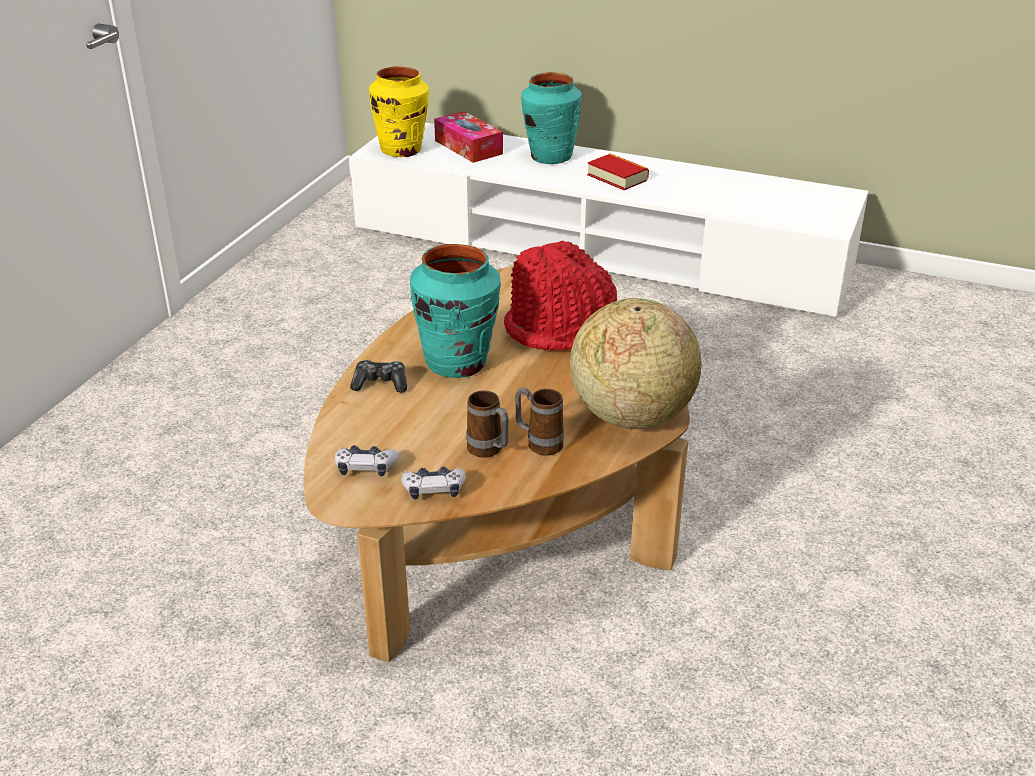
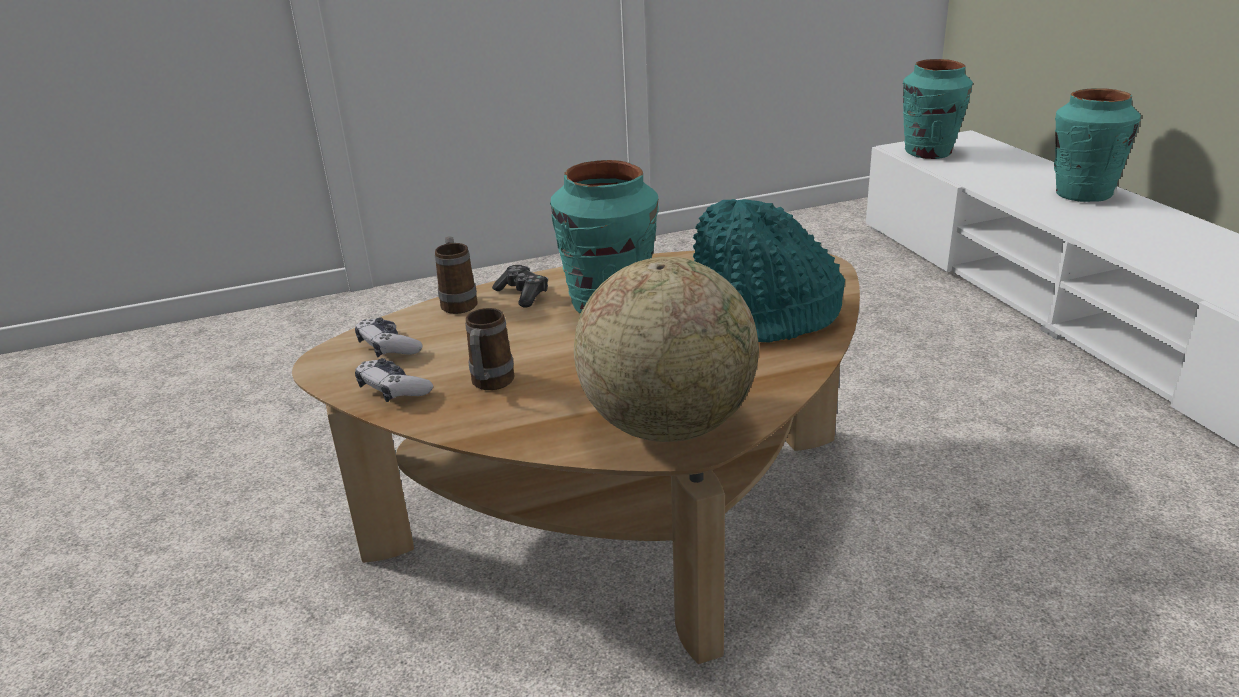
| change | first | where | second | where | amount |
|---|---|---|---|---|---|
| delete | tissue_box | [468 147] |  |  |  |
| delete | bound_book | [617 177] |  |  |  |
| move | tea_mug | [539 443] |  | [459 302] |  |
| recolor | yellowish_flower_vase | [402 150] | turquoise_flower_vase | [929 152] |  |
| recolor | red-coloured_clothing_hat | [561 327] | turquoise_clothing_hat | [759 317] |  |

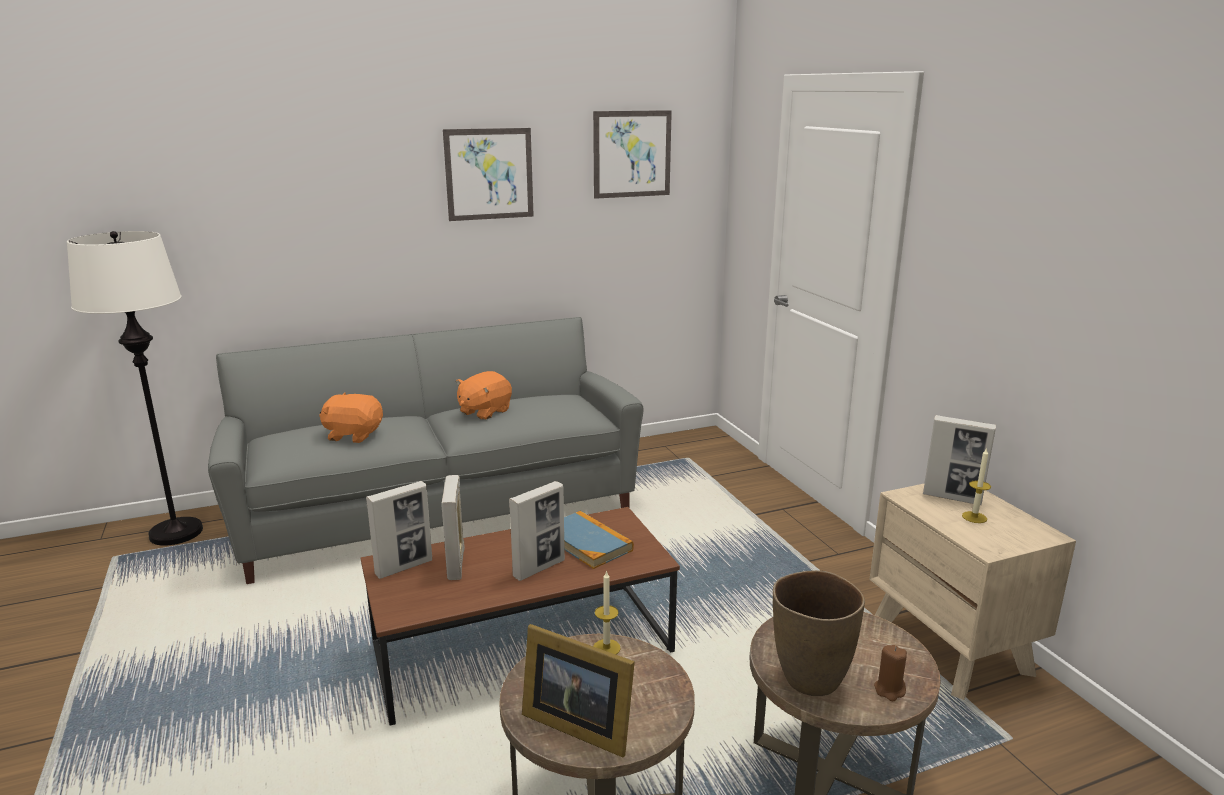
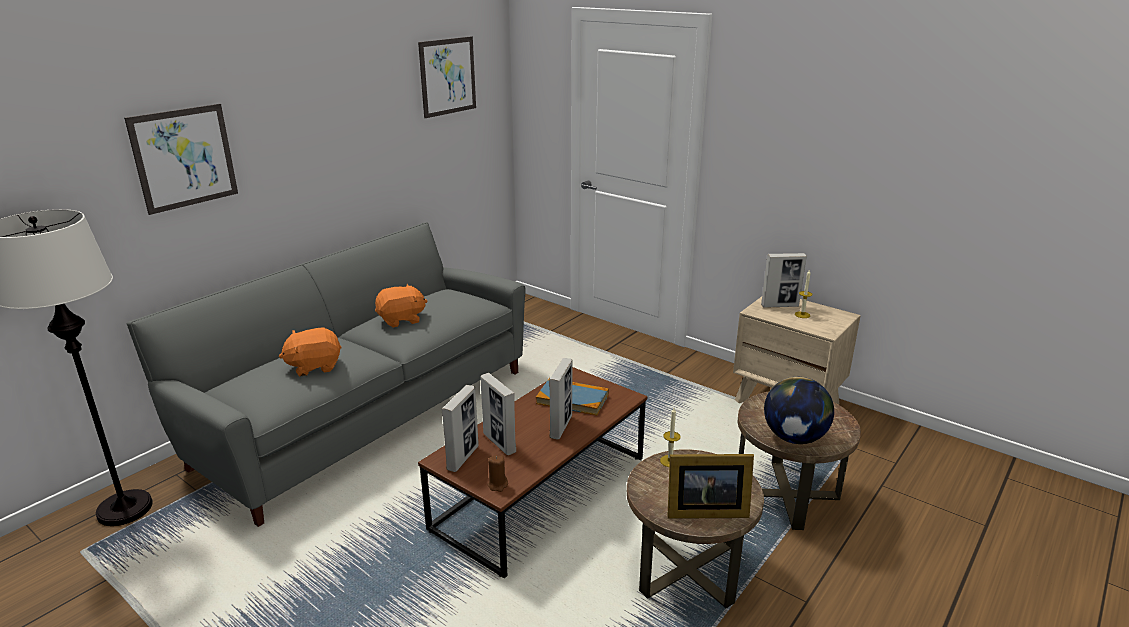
| change | first | where | second | where | amount |
|---|---|---|---|---|---|
| move | wall_picture | [489 174] |  | [184 158] |  |
| move | brown-coloured_candle | [889 690] |  | [498 485] |  |
| replace | brown-coloured_flower_vase | [809 679] | desk_globe | [794 438] |  |
| rotate | orangey_cuddly_toy | [484 412] |  | [401 320] | 120 degrees counterclockwise |

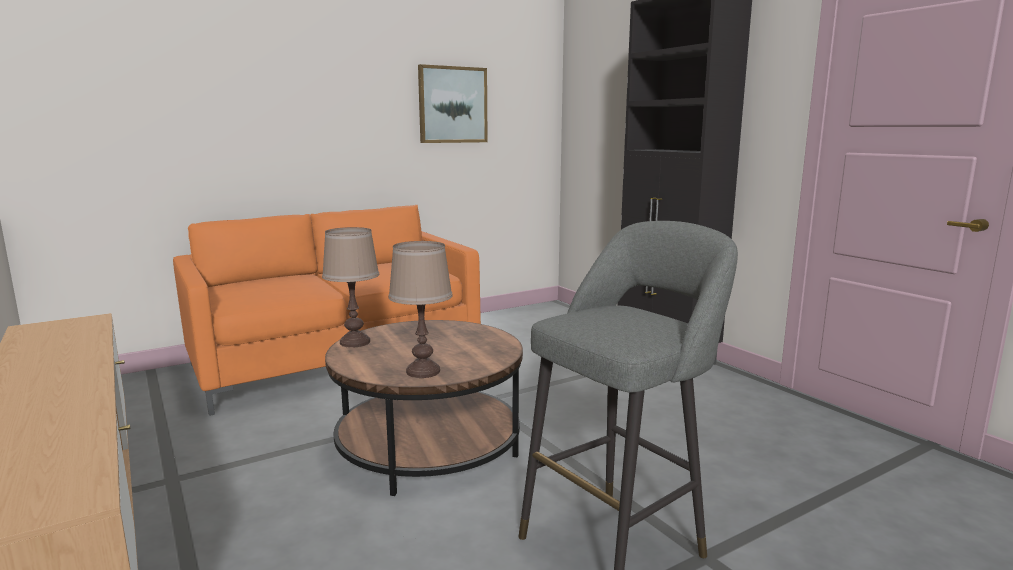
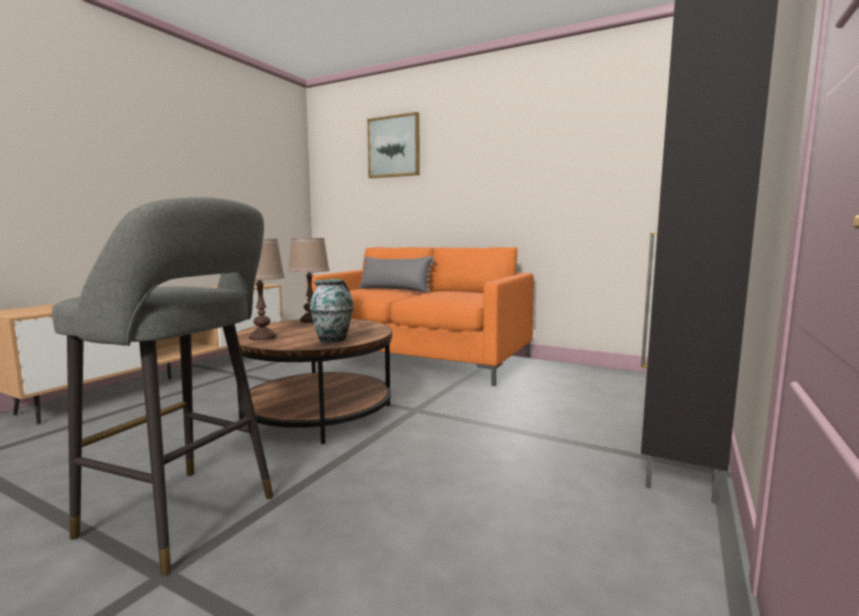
| change | first | where | second | where | amount |
|---|---|---|---|---|---|
| insert |  |  | flower_vase | [333 340] |  |
| insert |  |  | grey_throw_pillow | [395 290] |  |
| move | wall_picture | [452 105] |  | [394 147] |  |

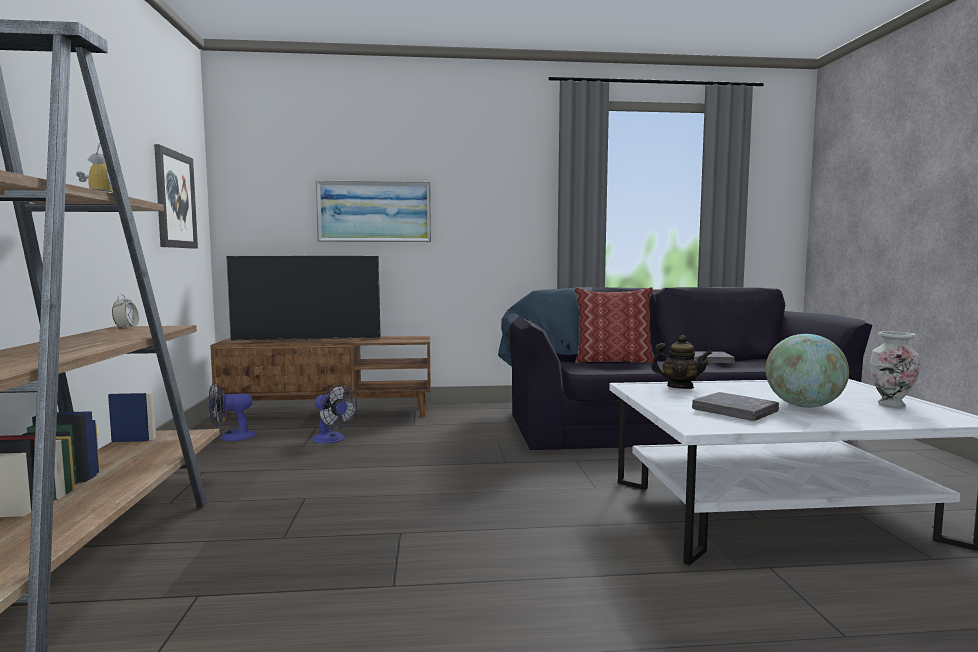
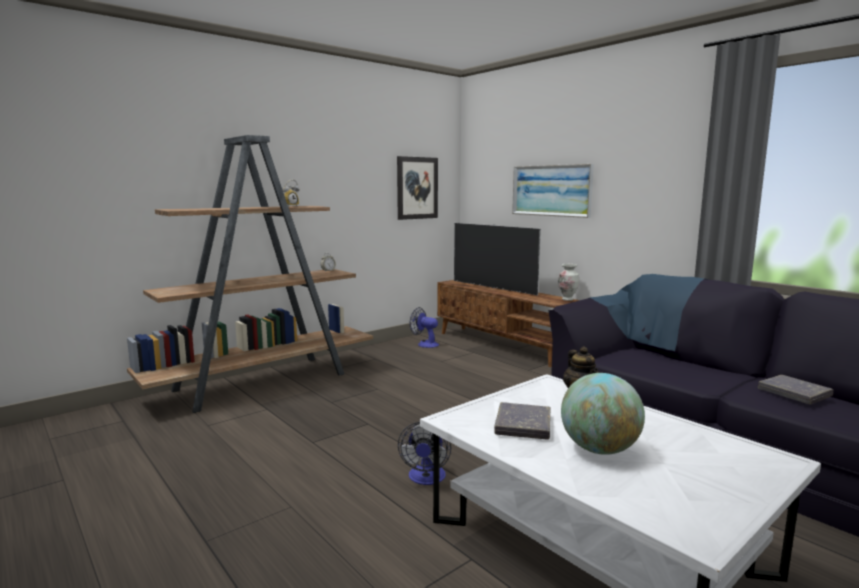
| change | first | where | second | where | amount |
|---|---|---|---|---|---|
| delete | throw_pillow | [613 361] |  |  |  |
| move | fan | [332 440] |  | [426 478] |  |
| move | flower_vase | [891 404] |  | [567 299] |  |

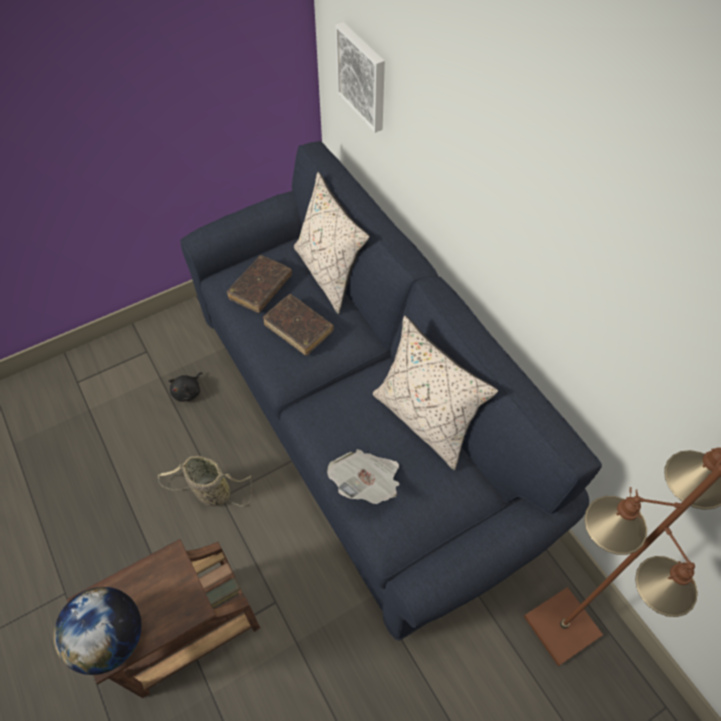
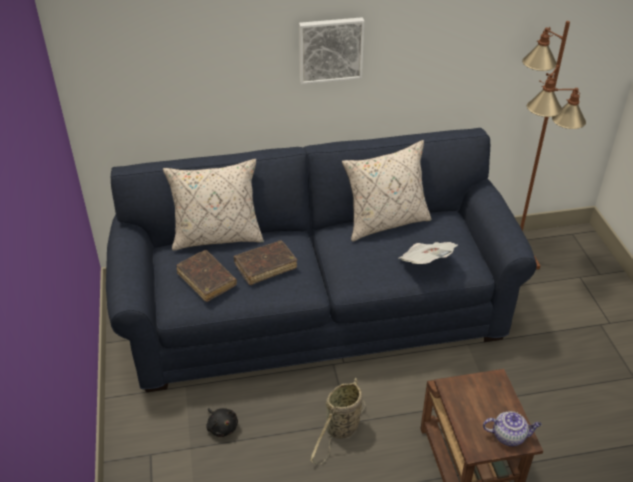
| change | first | where | second | where | amount |
|---|---|---|---|---|---|
| move | wall_picture | [363 76] |  | [330 49] |  |
| replace | desk_globe | [110 639] | pot_for_tea | [509 436] |  |

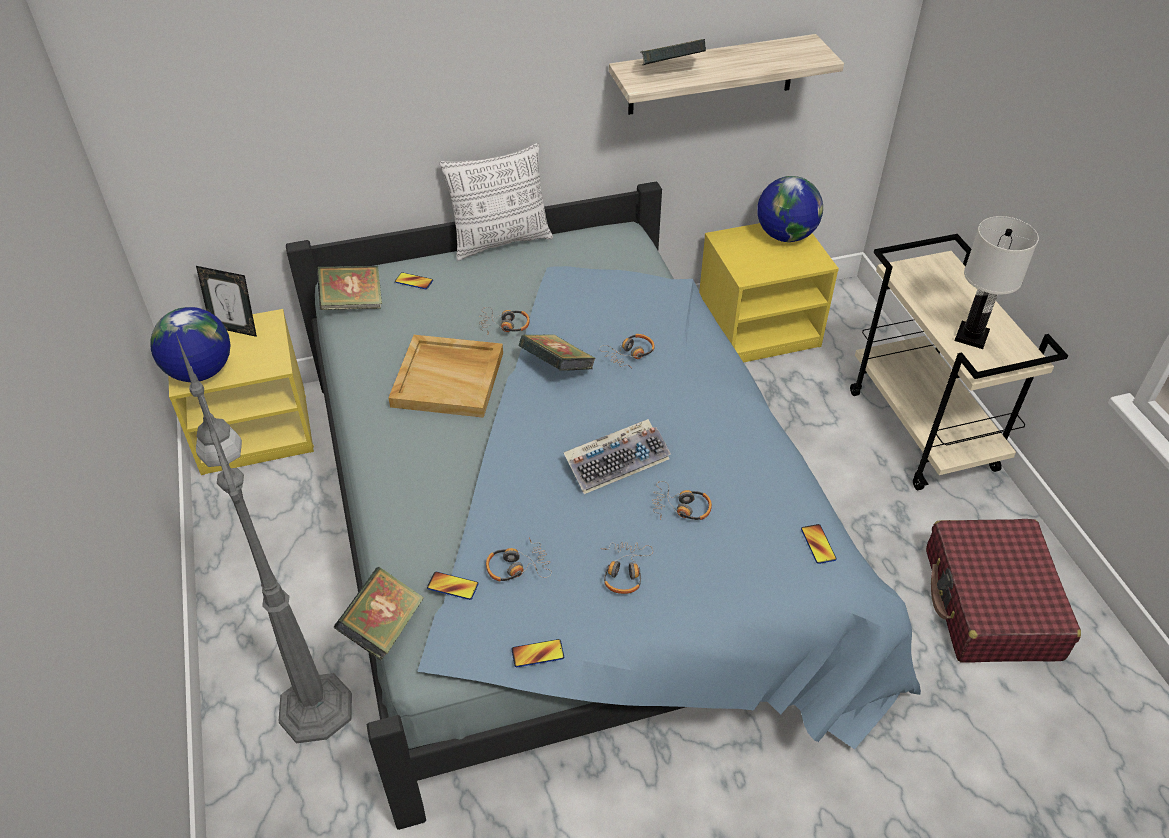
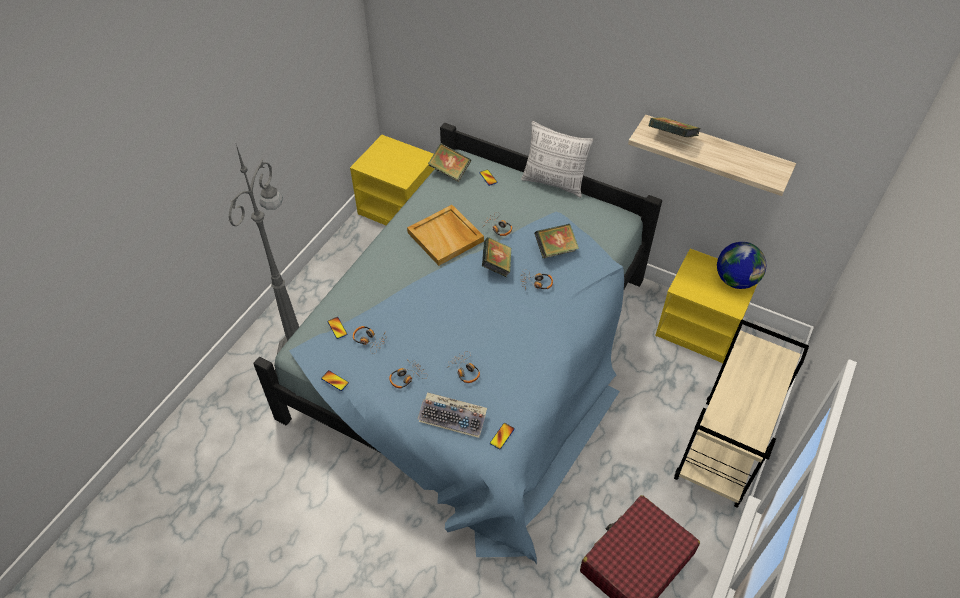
| change | first | where | second | where | amount |
|---|---|---|---|---|---|
| delete | desk_globe | [200 372] |  |  |  |
| delete | standing_frame | [235 329] |  |  |  |
| delete | white-coloured_tabletop_lamp | [971 336] |  |  |  |
| move | bound_book | [384 627] |  | [555 250] |  |
| move | computer_keyboard | [617 461] |  | [454 418] |  |

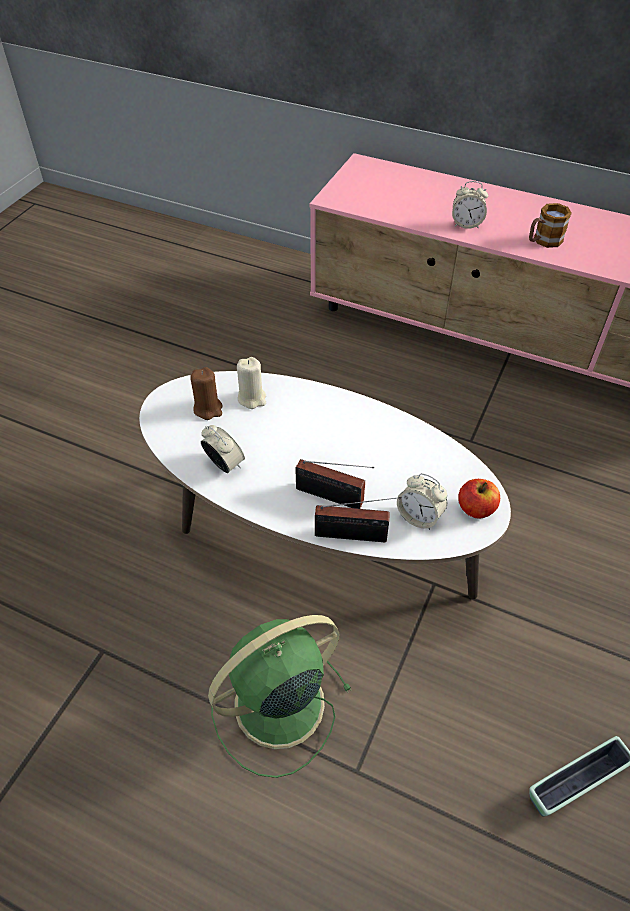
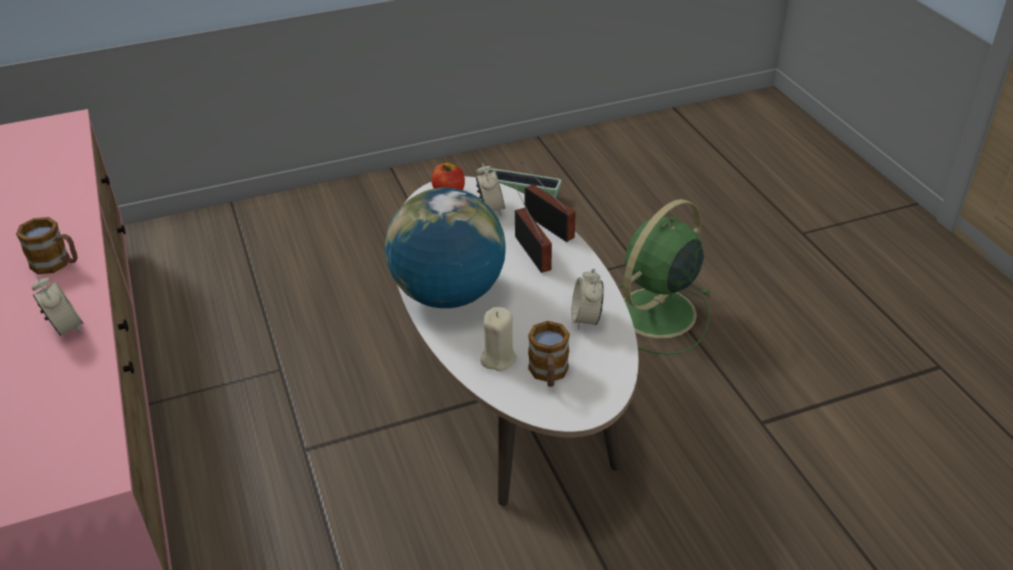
| change | first | where | second | where | amount |
|---|---|---|---|---|---|
| insert |  |  | desk_globe | [448 294] |  |
| replace | brown-coloured_candle | [208 409] | tea_mug | [549 374] |  |
| rotate | green_fan | [275 705] |  | [655 314] | 120 degrees clockwise |

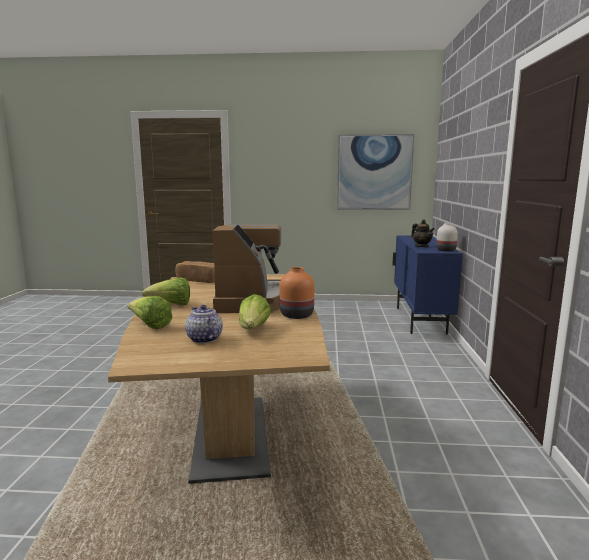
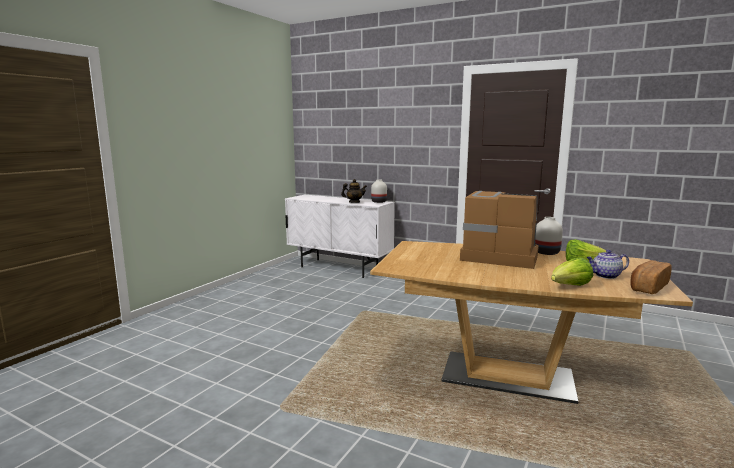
| change | first | where | second | where | amount |
|---|---|---|---|---|---|
| delete | lettuce_head | [171 305] |  |  |  |
| delete | wall_picture | [374 172] |  |  |  |
| move | baked_bread | [199 280] |  | [648 287] |  |
| recolor | orangey_flower_vase | [296 315] | white-coloured_flower_vase | [547 253] |  |
| recolor | blue-coloured_storage_cabinet | [420 320] | white-coloured_storage_cabinet | [339 268] |  |

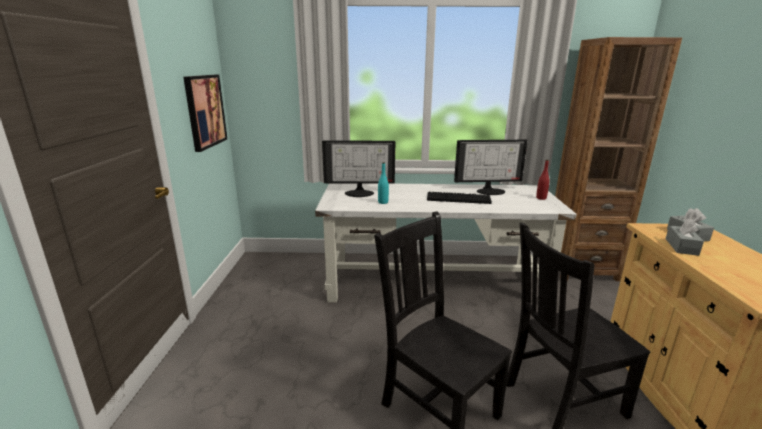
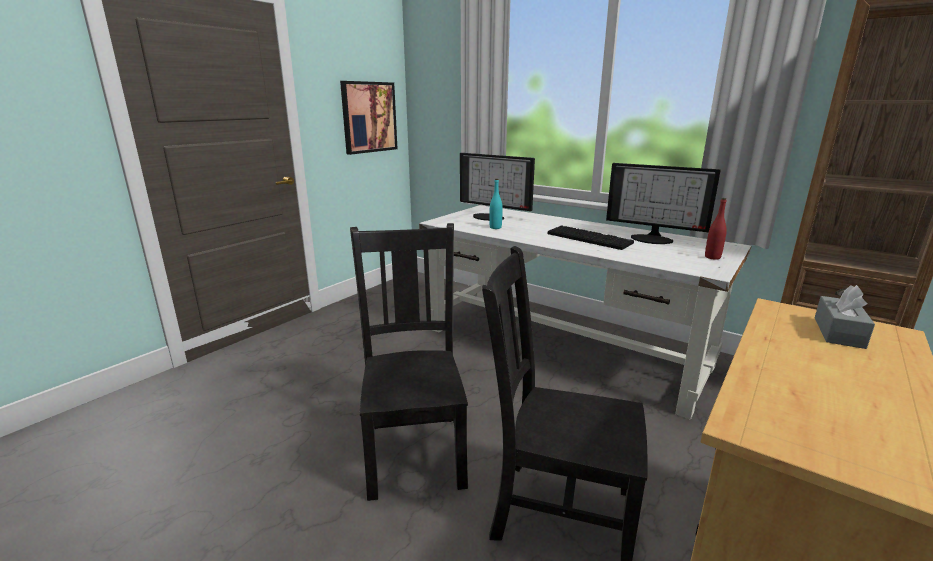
| change | first | where | second | where | amount |
|---|---|---|---|---|---|
| delete | grey_tissue_box | [681 247] |  |  |  |

